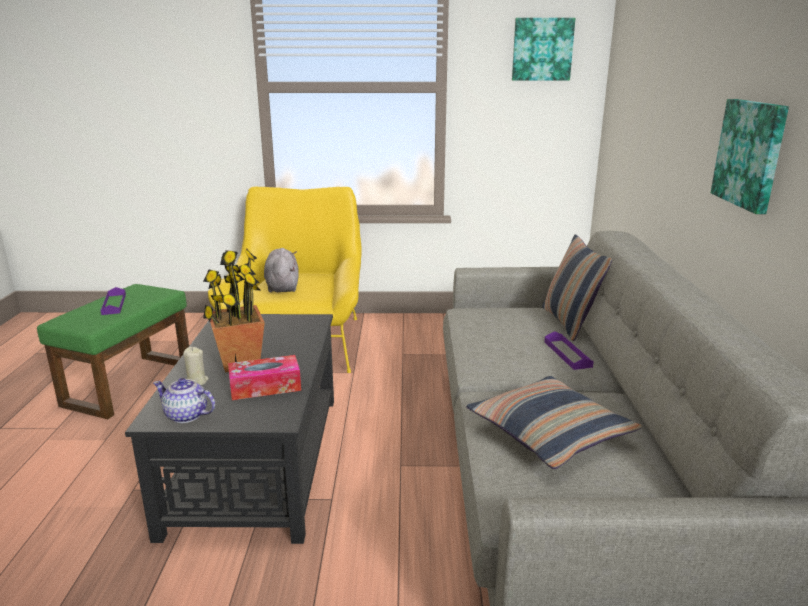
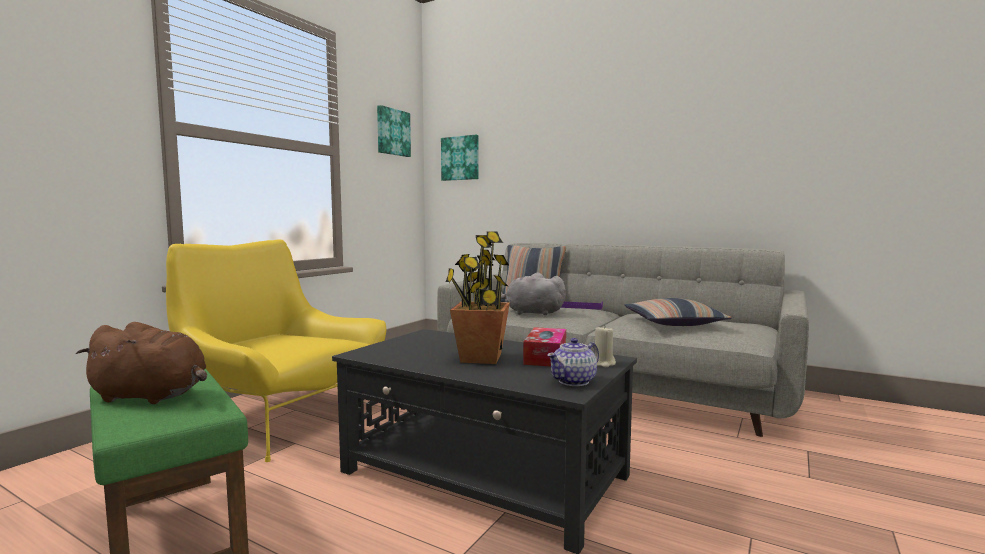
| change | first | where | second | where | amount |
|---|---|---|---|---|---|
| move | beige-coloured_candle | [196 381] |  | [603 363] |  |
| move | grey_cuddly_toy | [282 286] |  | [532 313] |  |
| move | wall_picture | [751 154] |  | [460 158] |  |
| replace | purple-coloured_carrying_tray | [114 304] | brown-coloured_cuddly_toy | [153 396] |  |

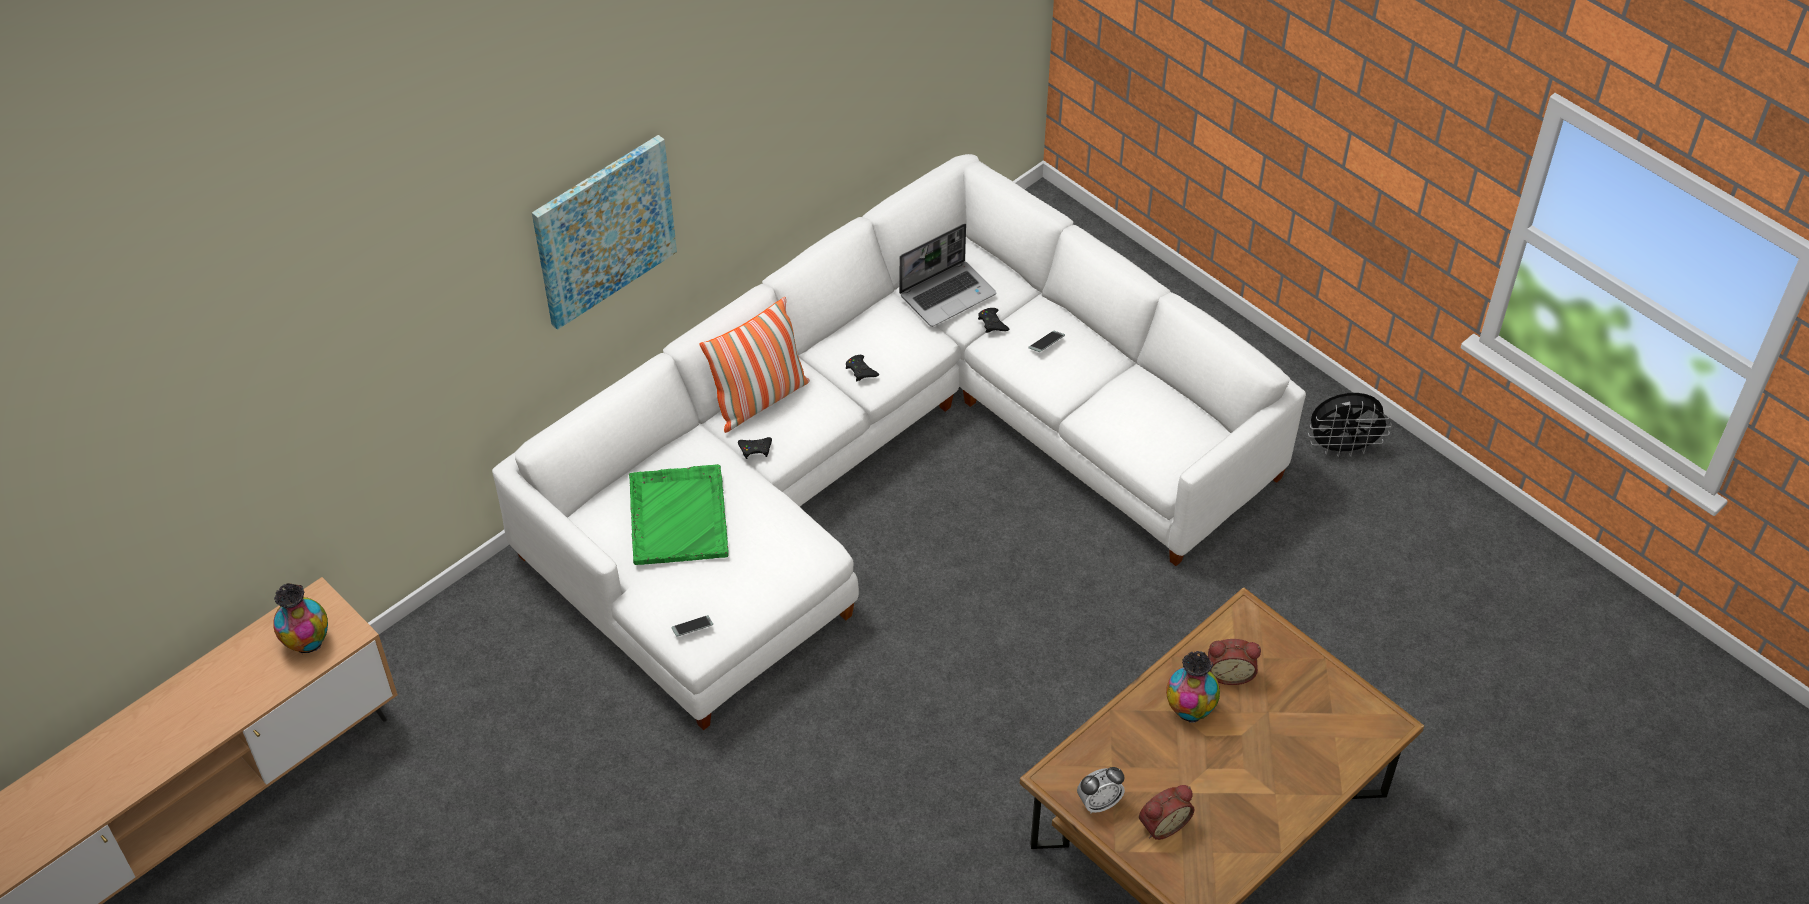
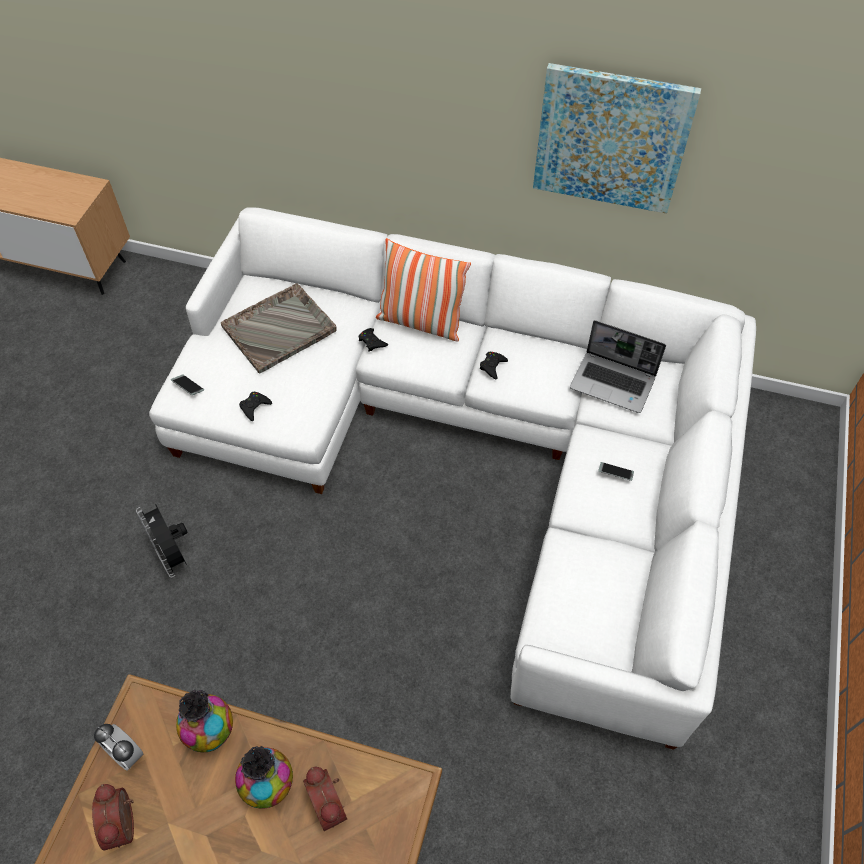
| change | first | where | second | where | amount |
|---|---|---|---|---|---|
| move | flower_vase | [307 641] |  | [211 732] |  |
| move | wall_picture | [604 230] |  | [611 139] |  |
| move | blackish_game_controller | [992 323] |  | [254 407] |  |
| move | blackish_fan | [1342 448] |  | [173 555] |  |
| recolor | green_carrying_tray | [678 516] | grey_carrying_tray | [280 328] |  |
| rotate | bedside_clock | [1162 823] |  | [124 823] | 45 degrees clockwise |

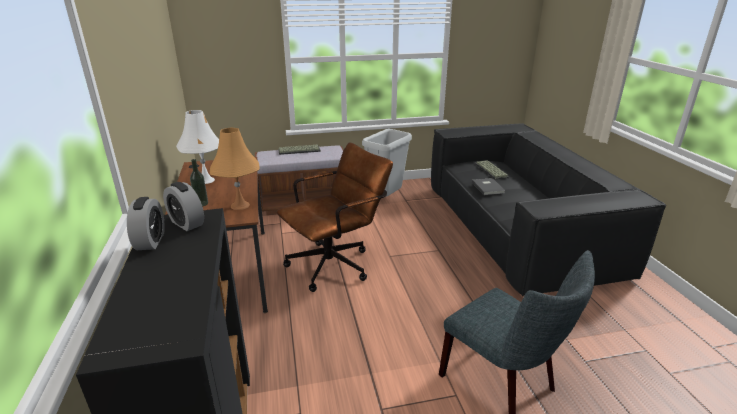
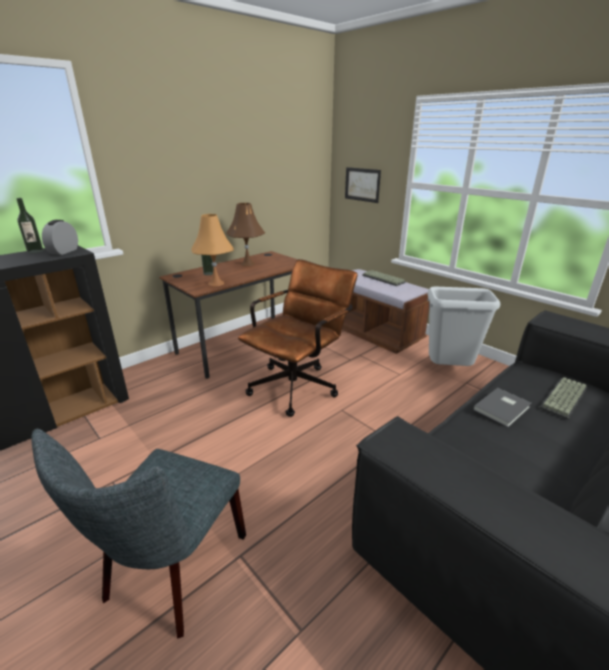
| change | first | where | second | where | amount |
|---|---|---|---|---|---|
| insert |  |  | wall_picture | [362 184] |  |
| replace | bedside_clock | [150 241] | bottle | [35 251] |  |
| recolor | white-coloured_tabletop_lamp | [206 180] | brown-coloured_tabletop_lamp | [247 264] |  |
| rotate | brown-coloured_desk_chair | [336 263] |  | [298 384] | 75 degrees counterclockwise |

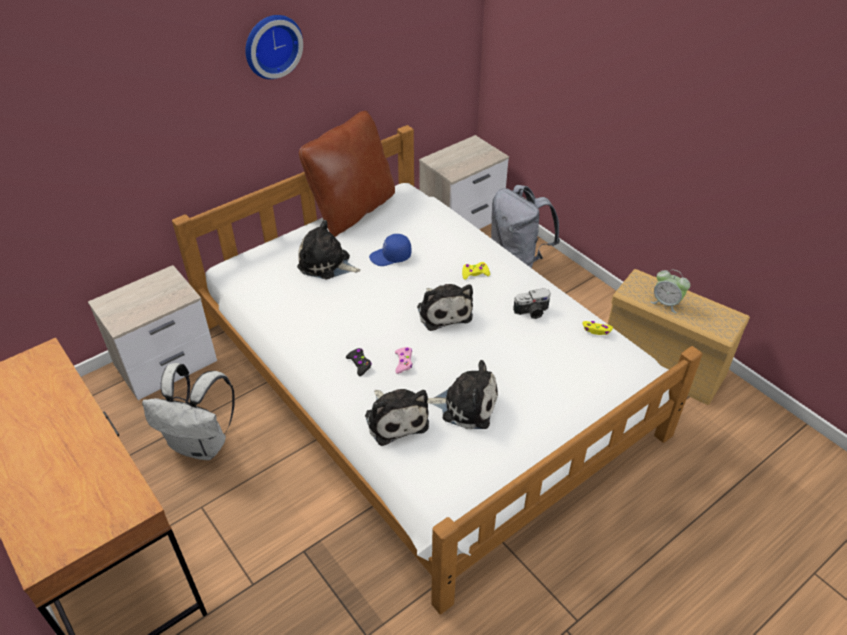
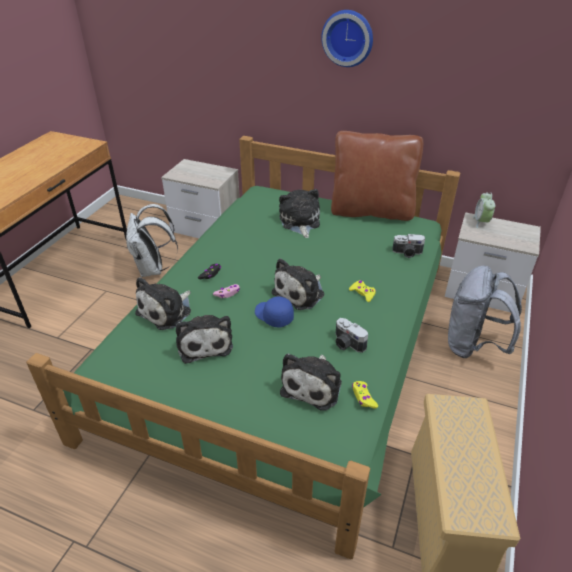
| change | first | where | second | where | amount |
|---|---|---|---|---|---|
| insert |  |  | cuddly_toy | [313 385] |  |
| insert |  |  | still_camera | [407 253] |  |
| move | blue-coloured_peaked_cap | [391 257] |  | [273 316] |  |
| move | bedside_clock | [666 303] |  | [481 222] |  |
| recolor | white-coloured_sleeping_bed | [423 377] | green_sleeping_bed | [284 342] |  |

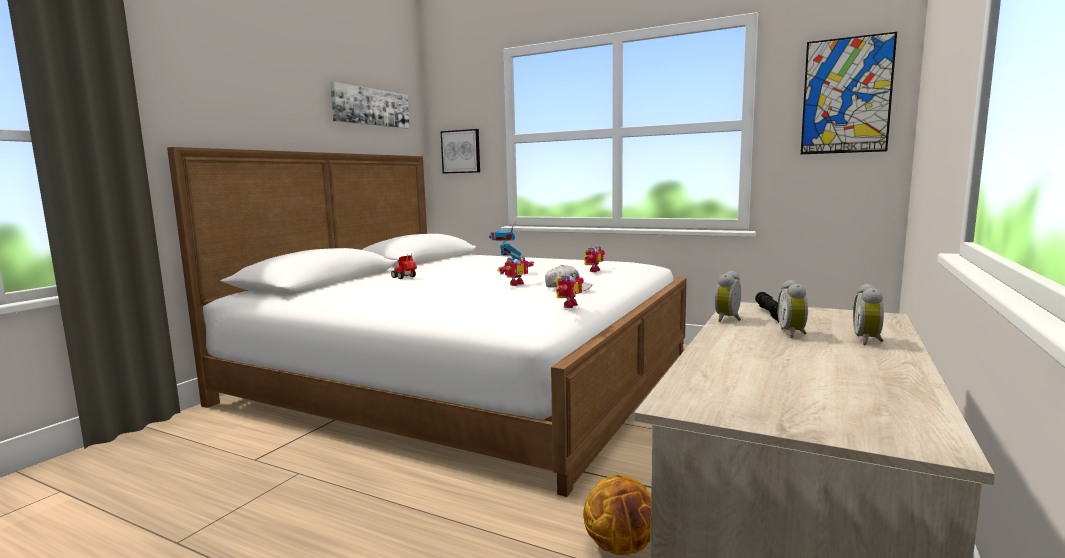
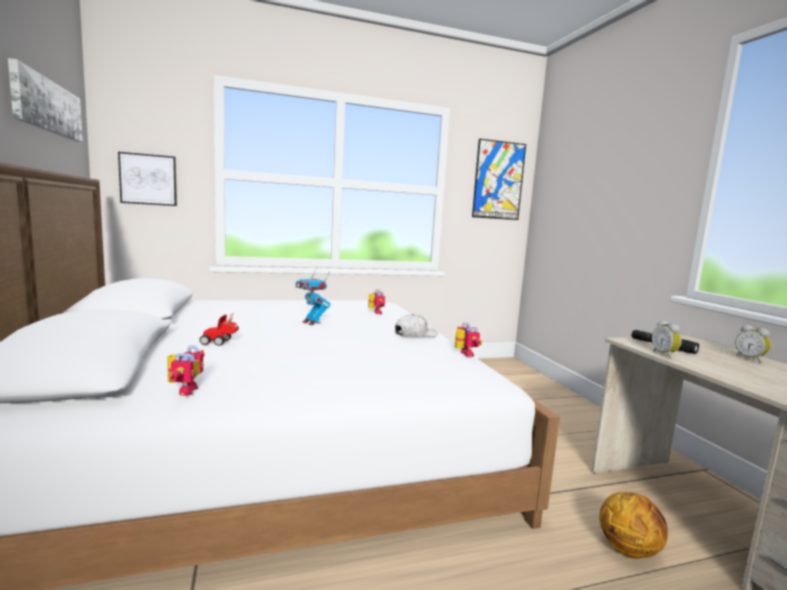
| change | first | where | second | where | amount |
|---|---|---|---|---|---|
| delete | bedside_clock | [793 334] |  |  |  |
| move | robot_figure | [514 284] |  | [183 390] |  |

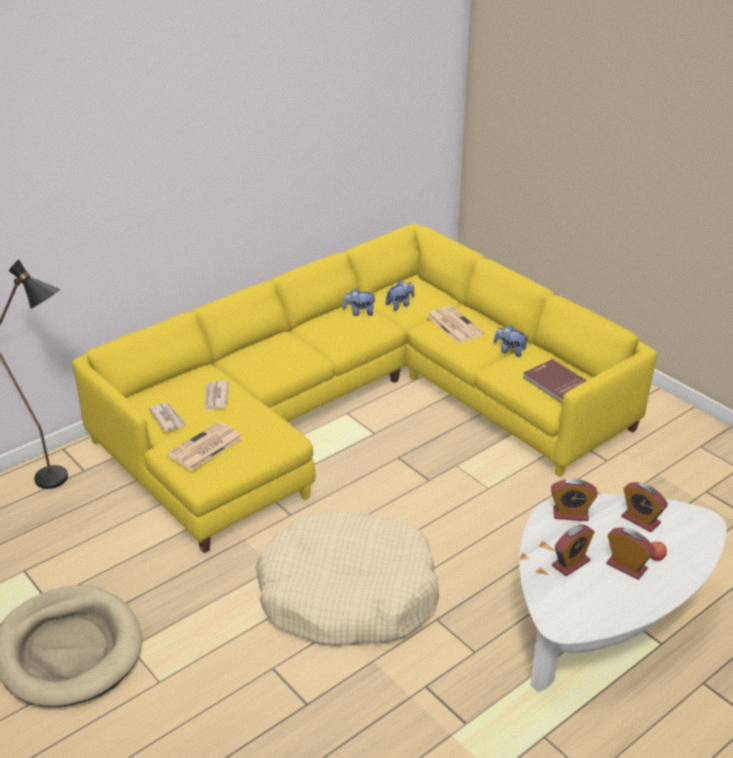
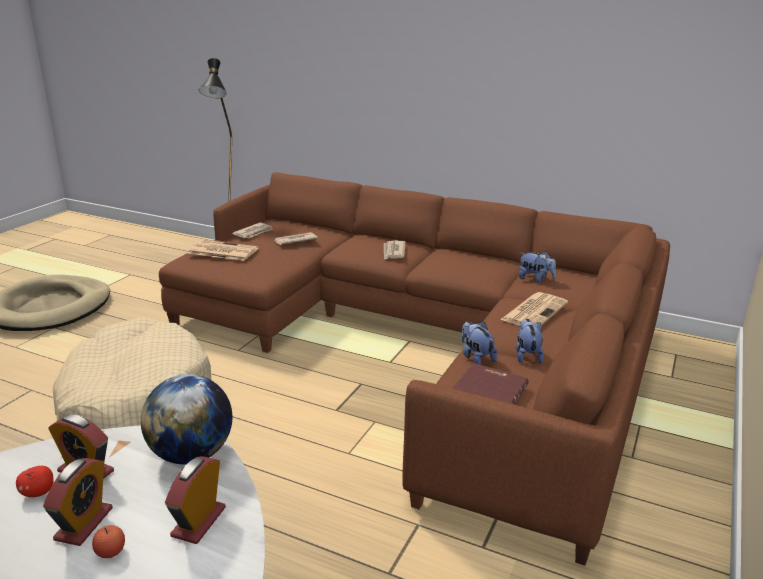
| change | first | where | second | where | amount |
|---|---|---|---|---|---|
| insert |  |  | apple_fruit | [38 493] |  |
| insert |  |  | printed_paper | [393 252] |  |
| move | cuddly_toy | [359 313] |  | [476 358] |  |
| replace | bedside_clock | [570 514] | desk_globe | [192 454] |  |
| recolor | yellowish_couch | [358 405] | brown-coloured_couch | [428 343] |  |

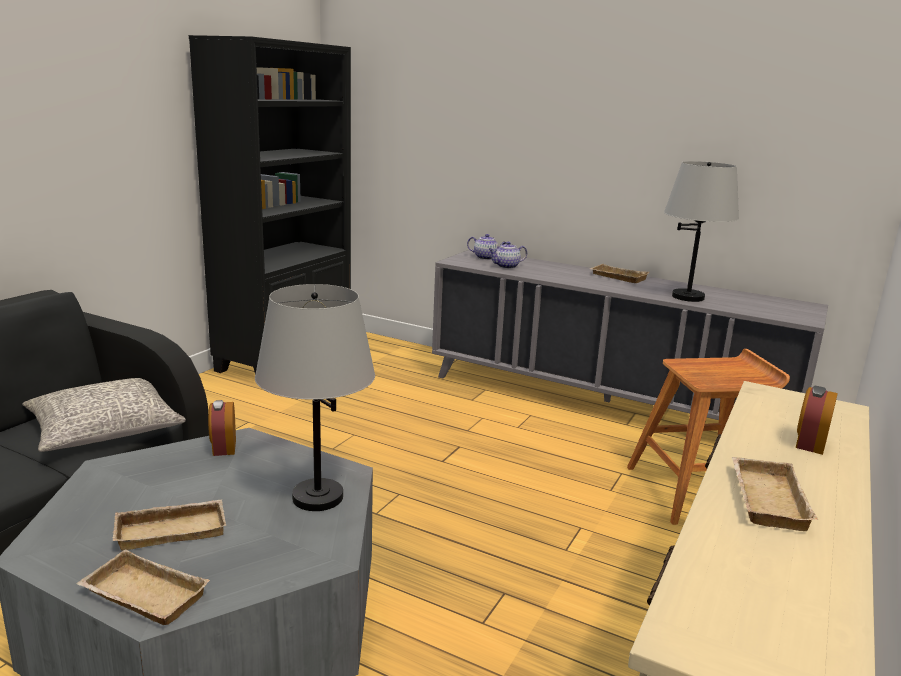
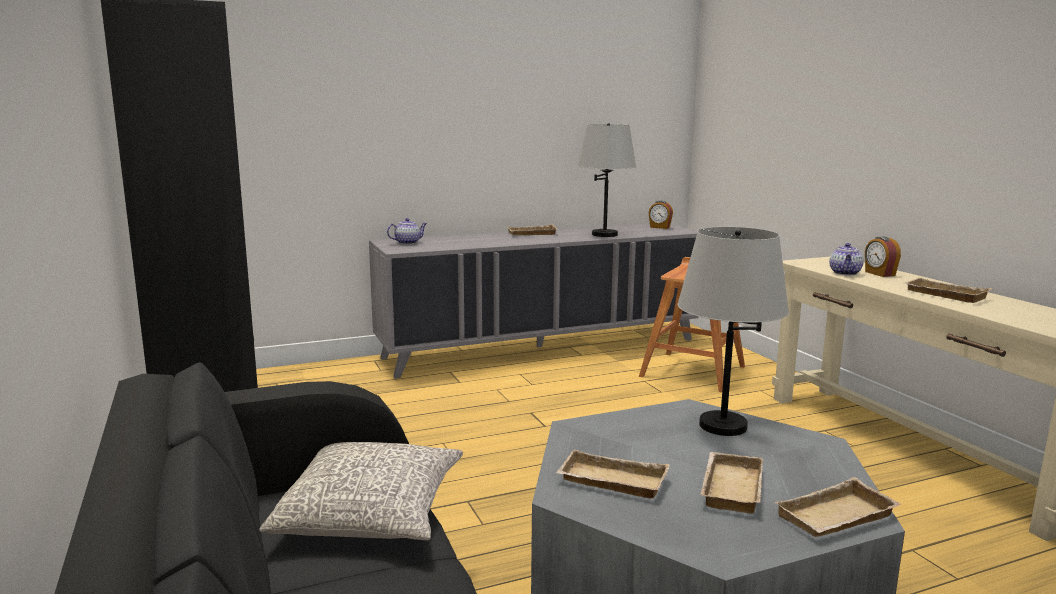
| change | first | where | second | where | amount |
|---|---|---|---|---|---|
| insert |  |  | beige-coloured_carrying_tray | [610 482] |  |
| move | bedside_clock | [223 447] |  | [659 227] |  |
| move | pot_for_tea | [506 266] |  | [845 273] |  |

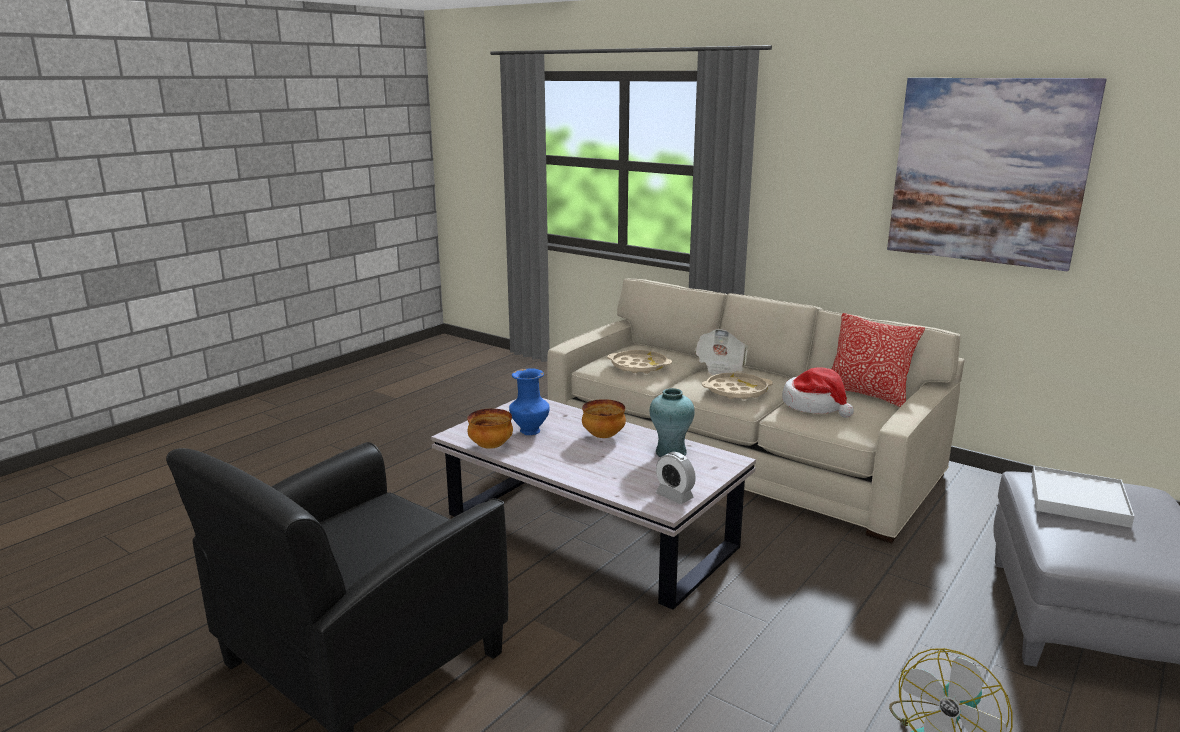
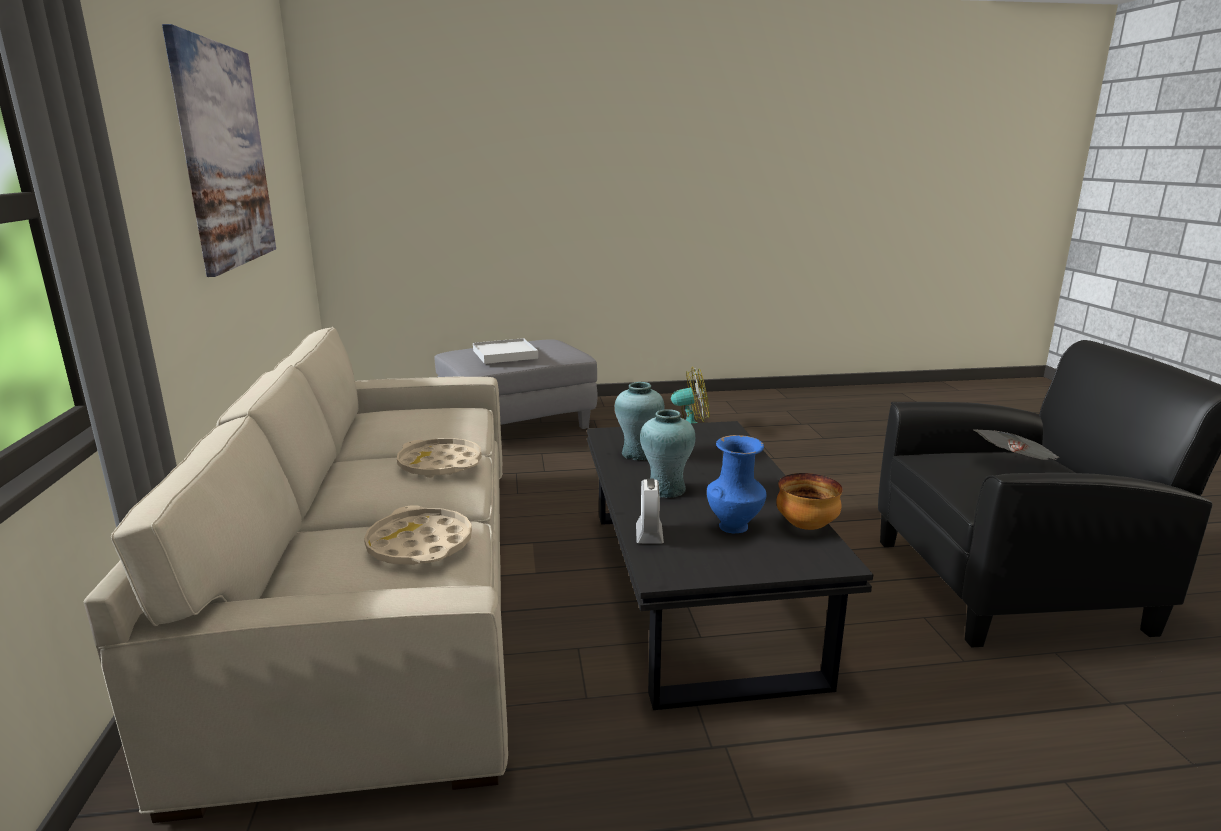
| change | first | where | second | where | amount |
|---|---|---|---|---|---|
| delete | clothing_hat | [815 405] |  |  |  |
| delete | throw_pillow | [868 395] |  |  |  |
| move | bedside_clock | [674 496] |  | [649 534] |  |
| move | printed_paper | [720 367] |  | [1014 466] |  |
| replace | bowl | [602 436] | turquoise_flower_vase | [666 489] |  |
| recolor | white-coloured_lounge_table | [589 533] | blackish_lounge_table | [695 590] |  |

